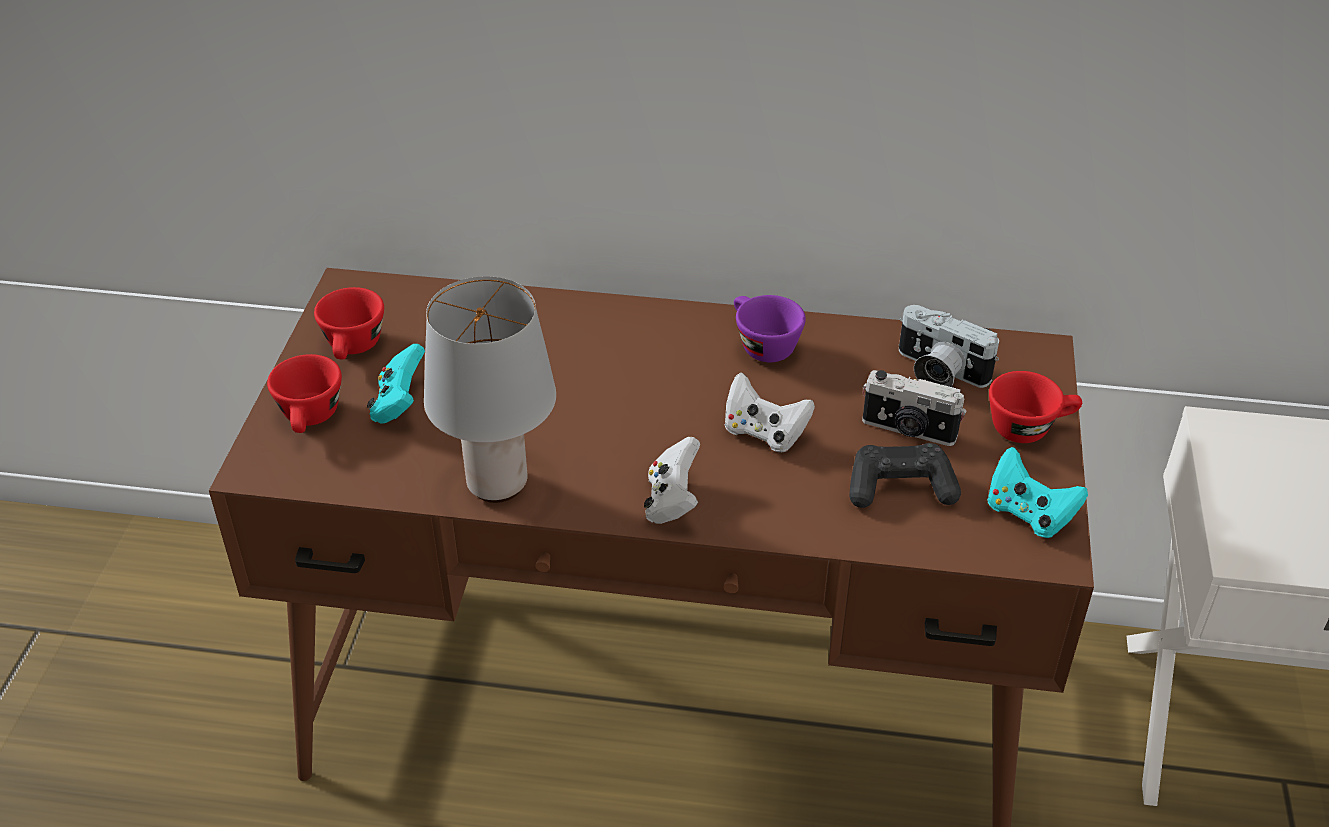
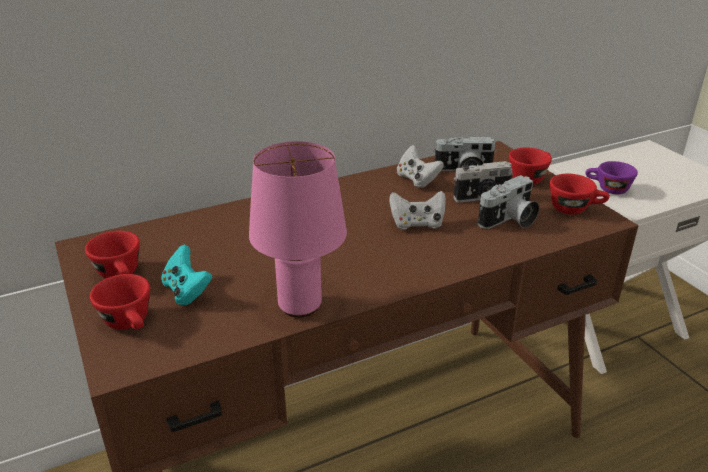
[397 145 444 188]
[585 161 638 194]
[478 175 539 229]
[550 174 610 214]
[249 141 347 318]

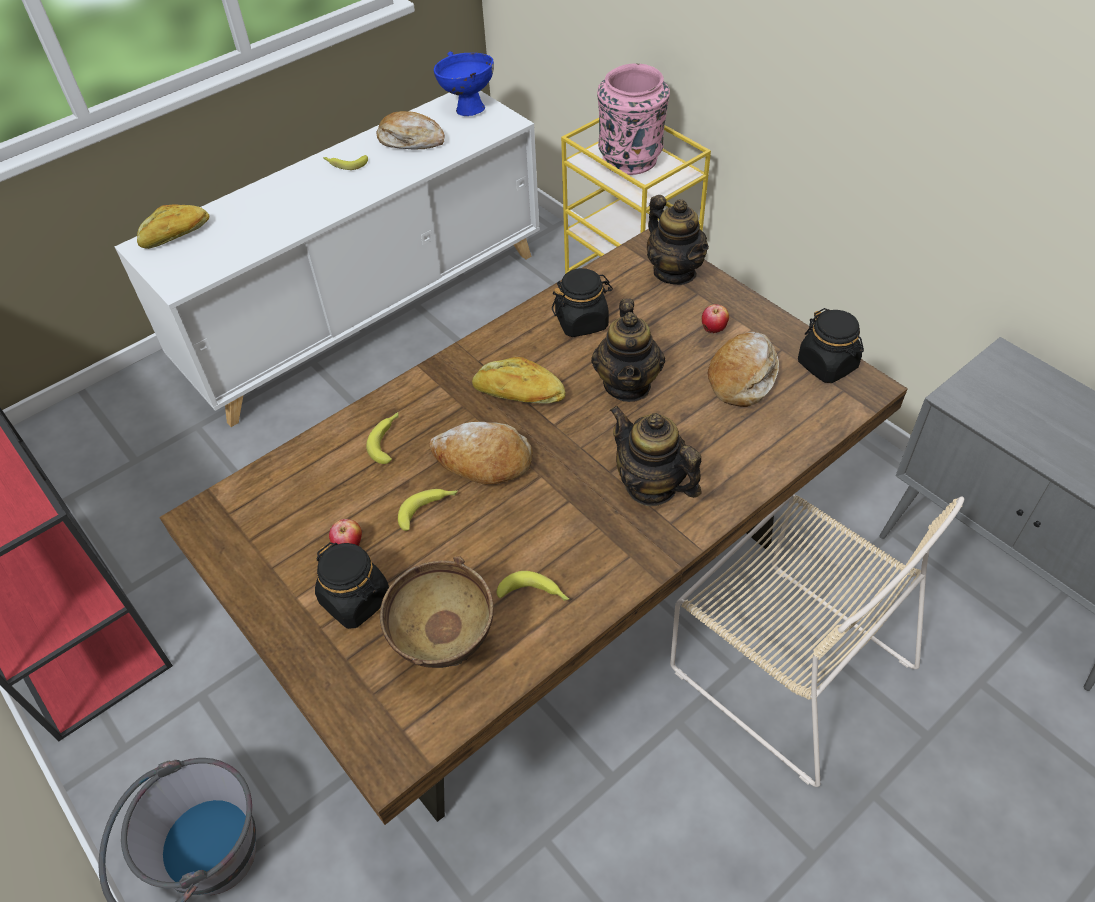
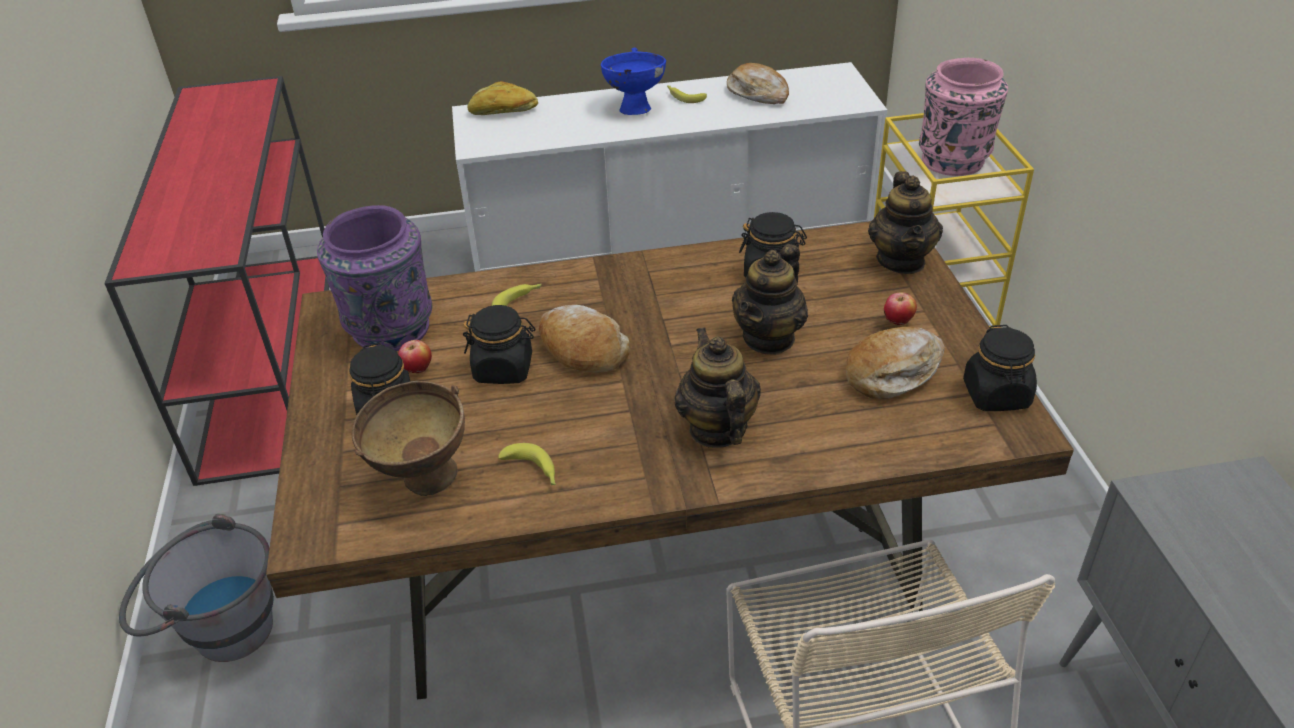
[472 357 565 404] (first image)
[317 205 432 351]
[601 47 666 115]
[463 305 535 384]

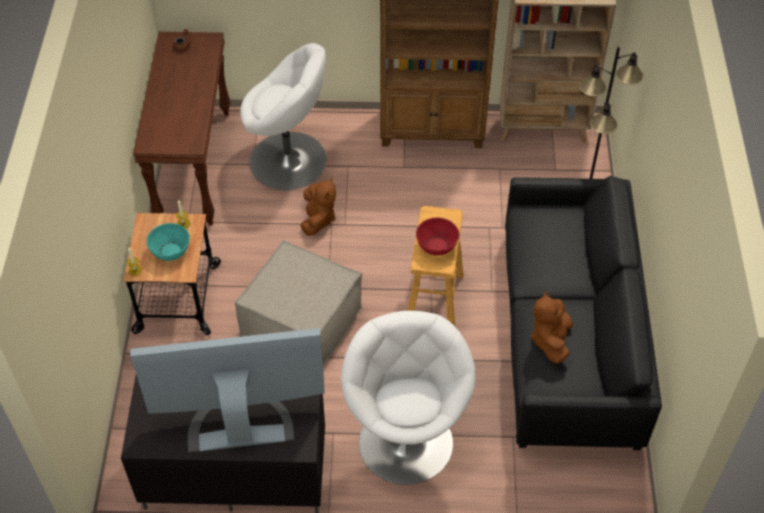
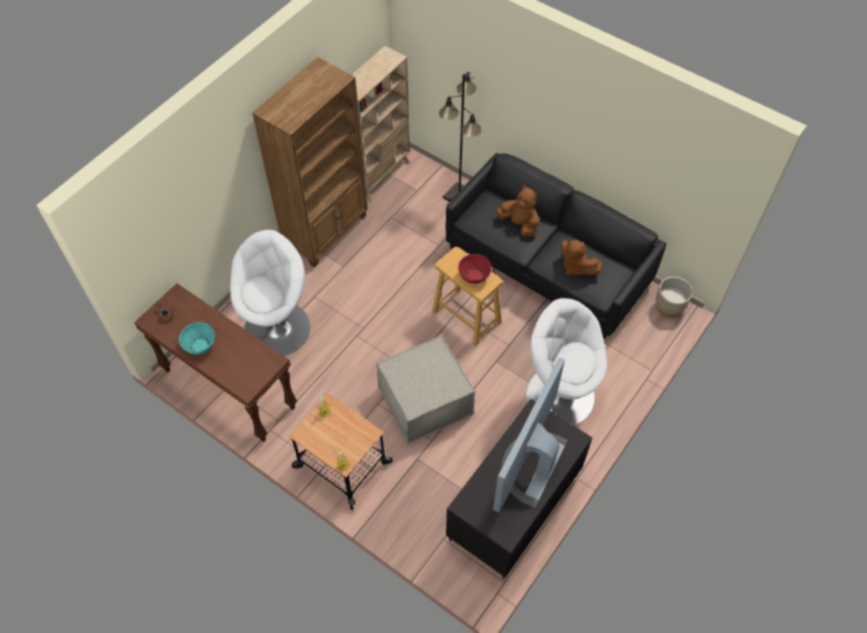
[656 277 692 318]
[179 322 215 355]
[496 184 540 237]

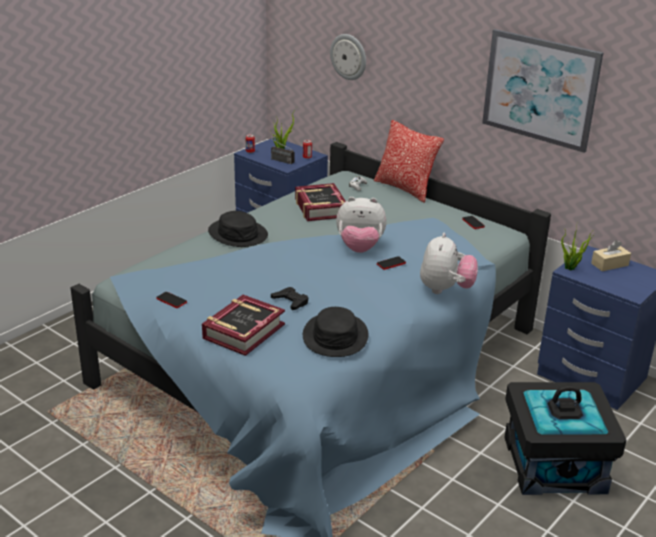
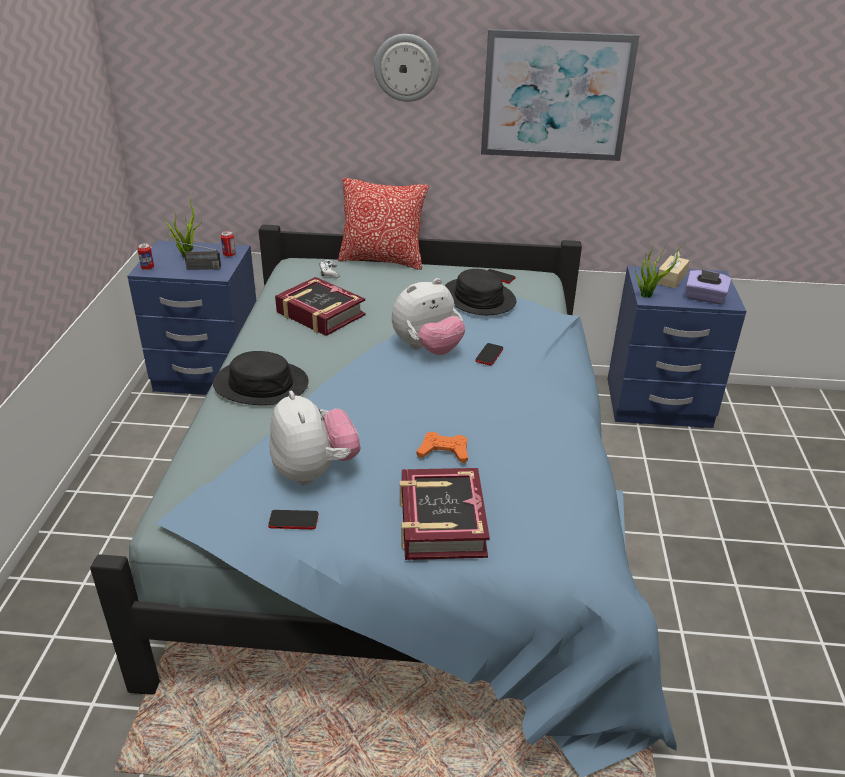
[504 382 626 495] (first image)
[686 270 731 304]
[445 269 516 315]
[374 34 439 102]
[270 391 361 485]
[417 432 468 463]

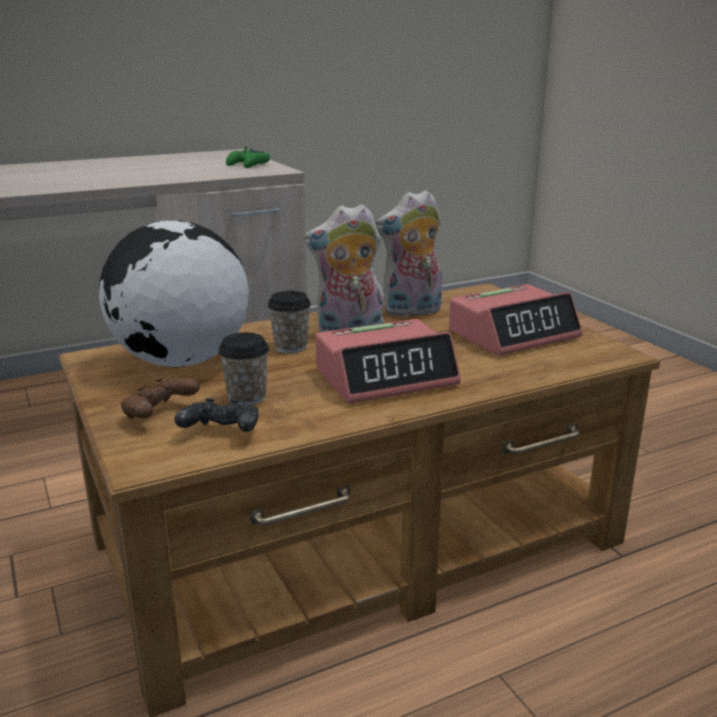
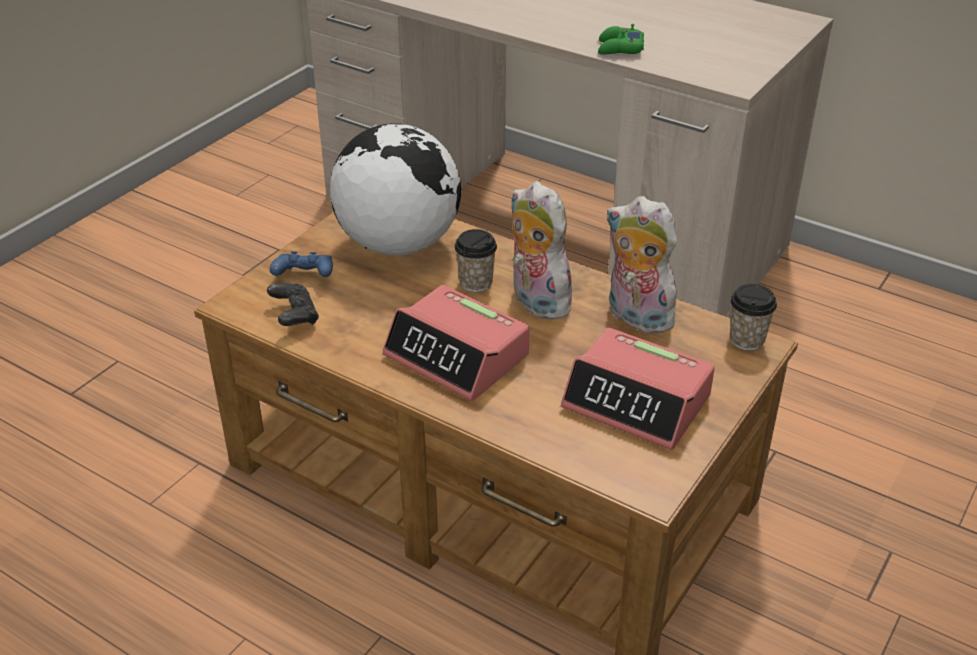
[730 284 777 351]
[598 24 644 55]
[270 251 333 277]

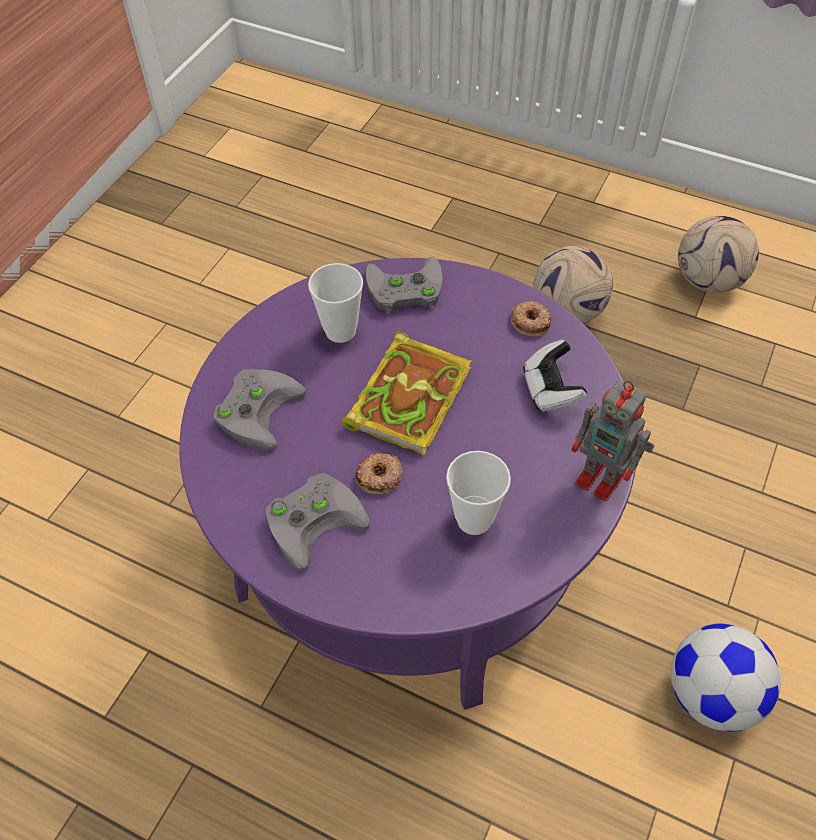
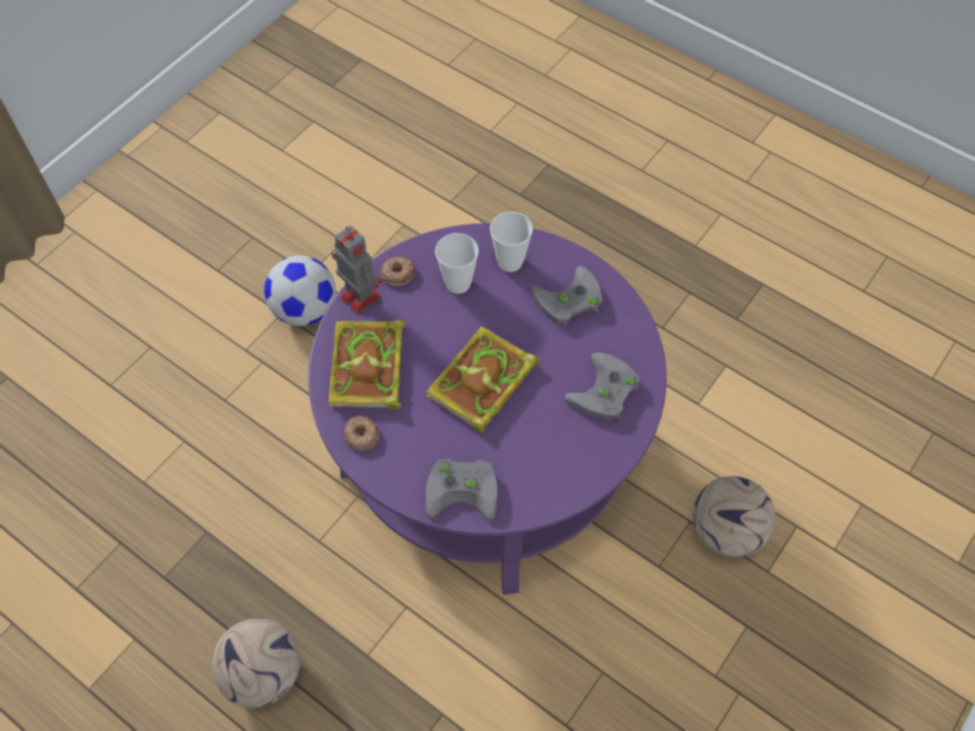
[490 211 533 272]
[381 256 415 286]
[693 476 775 557]
[328 320 406 409]

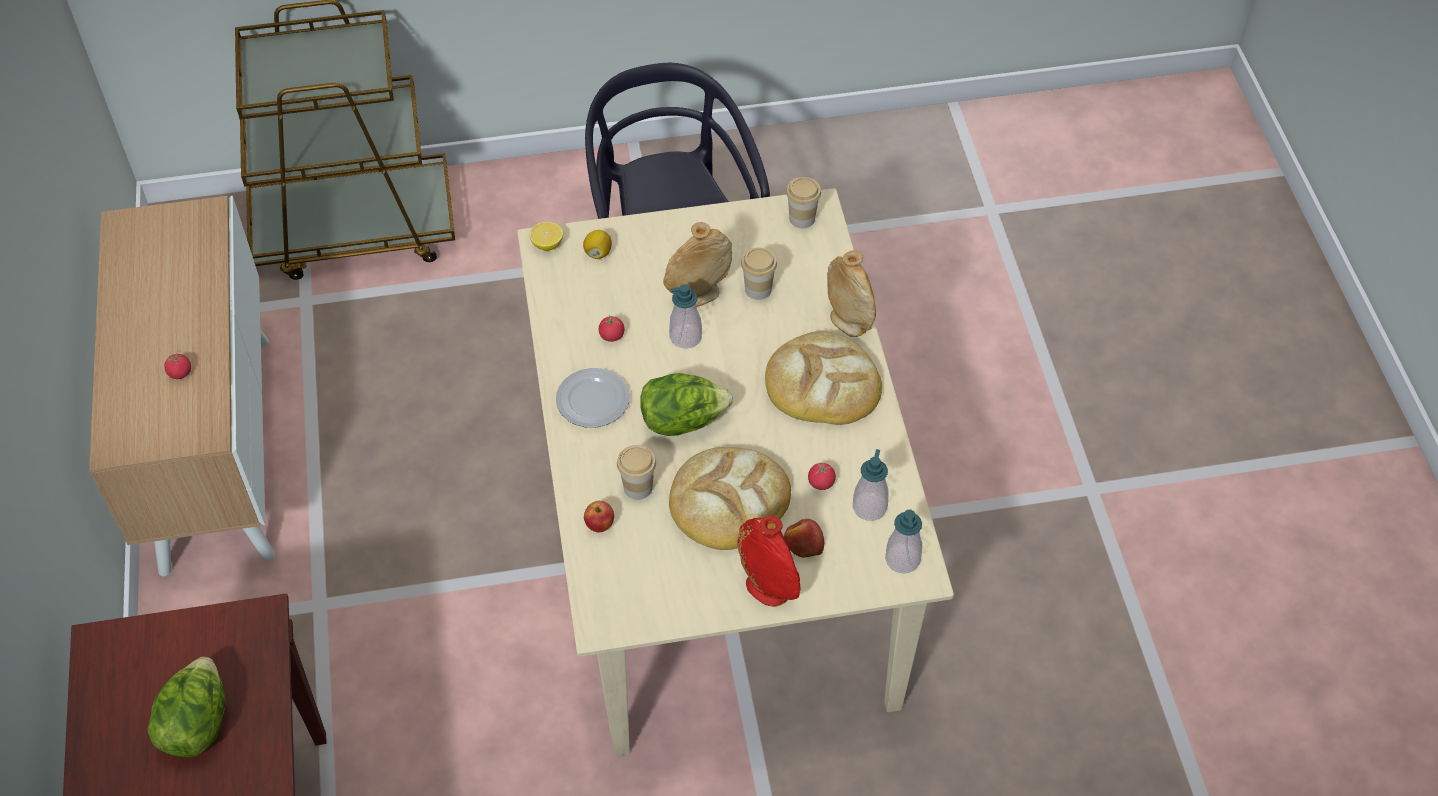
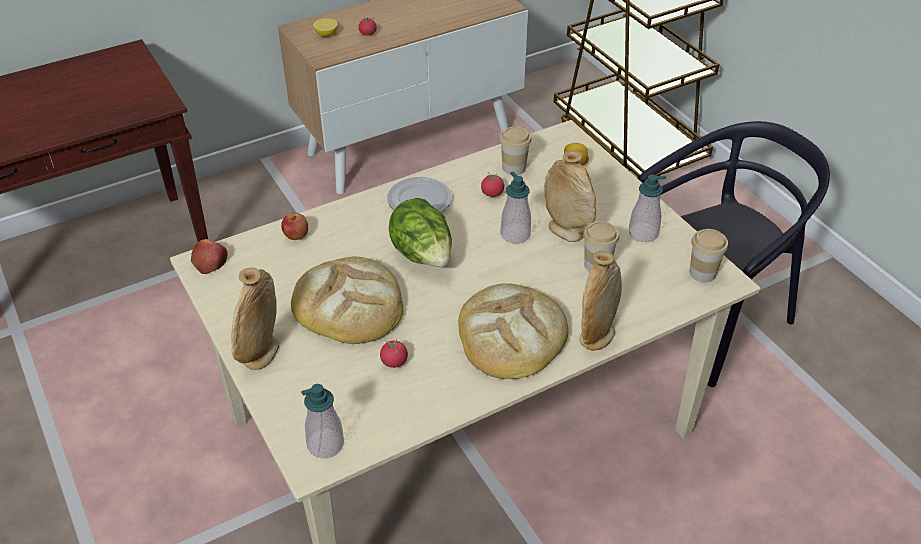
[147 657 225 757] (first image)
[313 18 338 37]
[499 126 531 175]
[191 239 228 274]
[629 174 666 242]
[231 267 280 370]

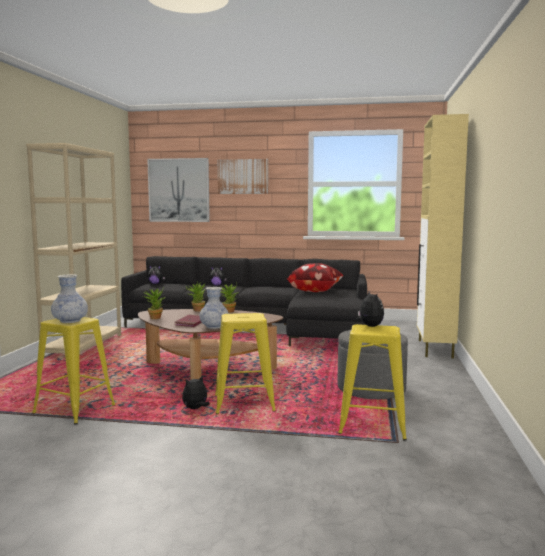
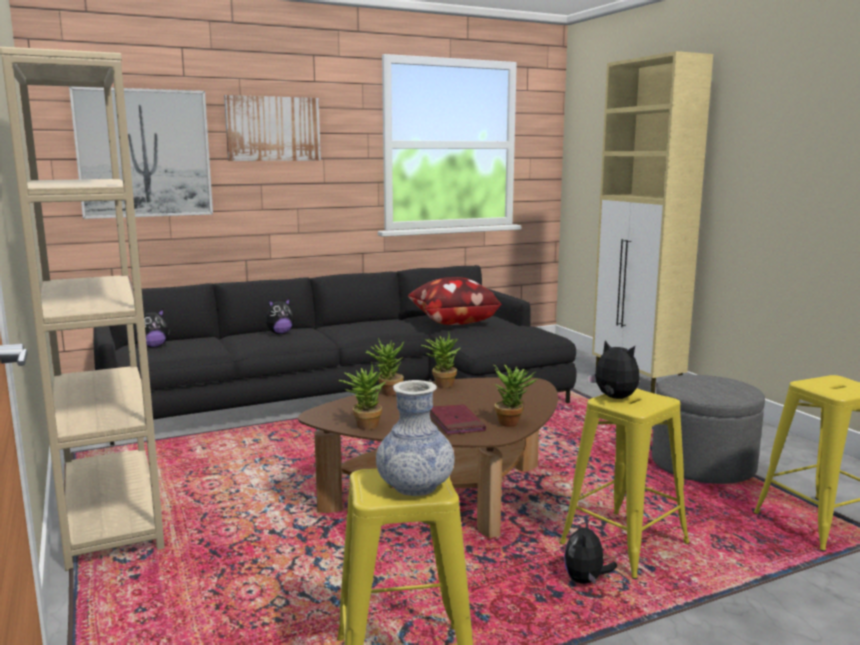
[587 340 640 399]
[494 365 538 427]

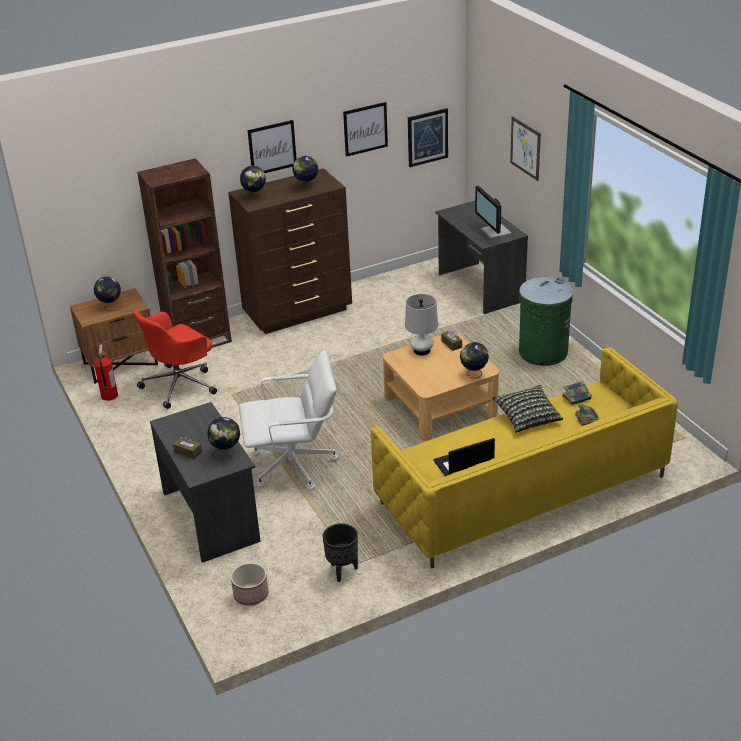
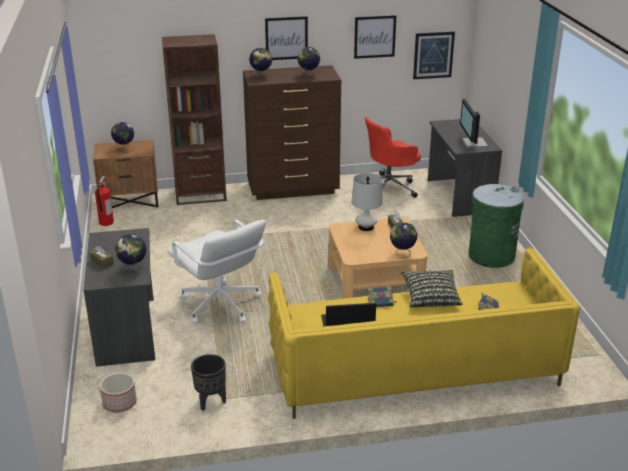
[510 116 541 181] (first image)
[365 117 421 198]
[368 286 397 307]
[167 220 266 324]

